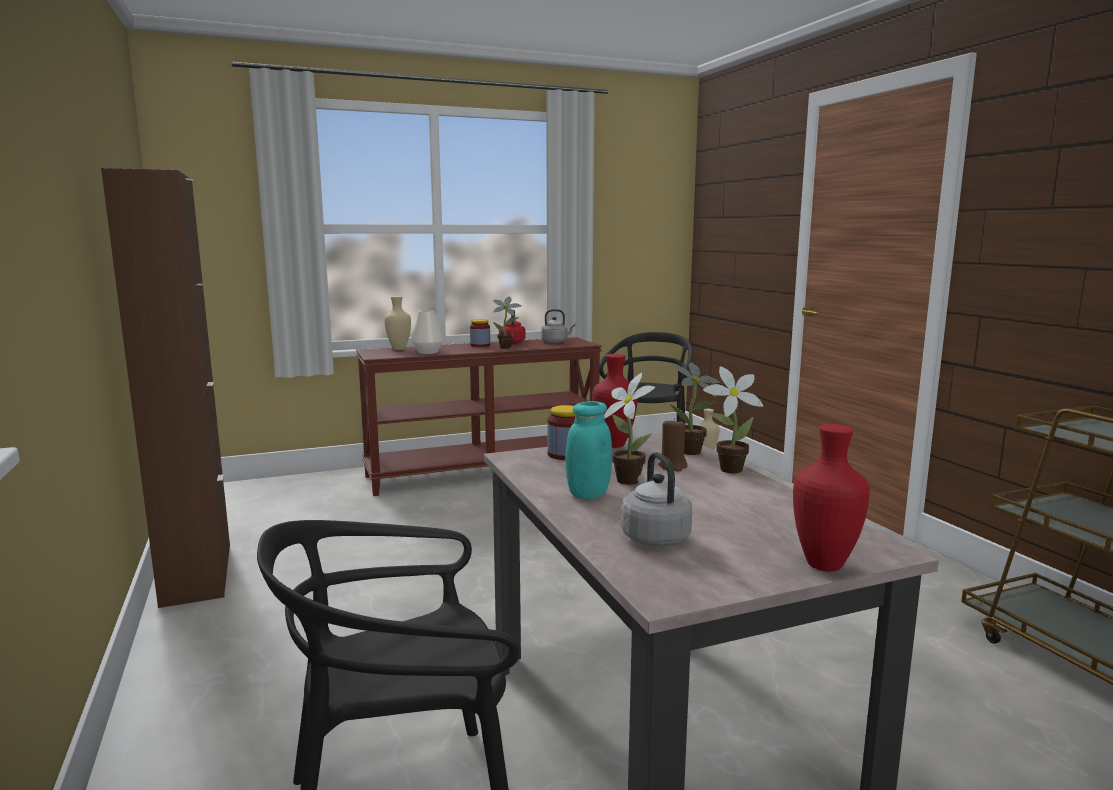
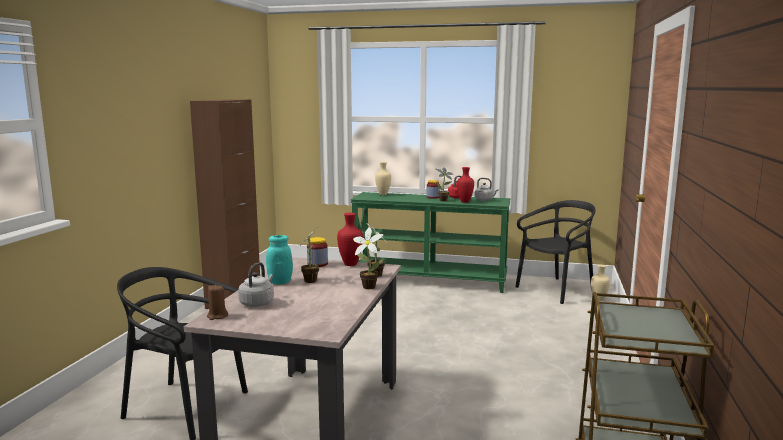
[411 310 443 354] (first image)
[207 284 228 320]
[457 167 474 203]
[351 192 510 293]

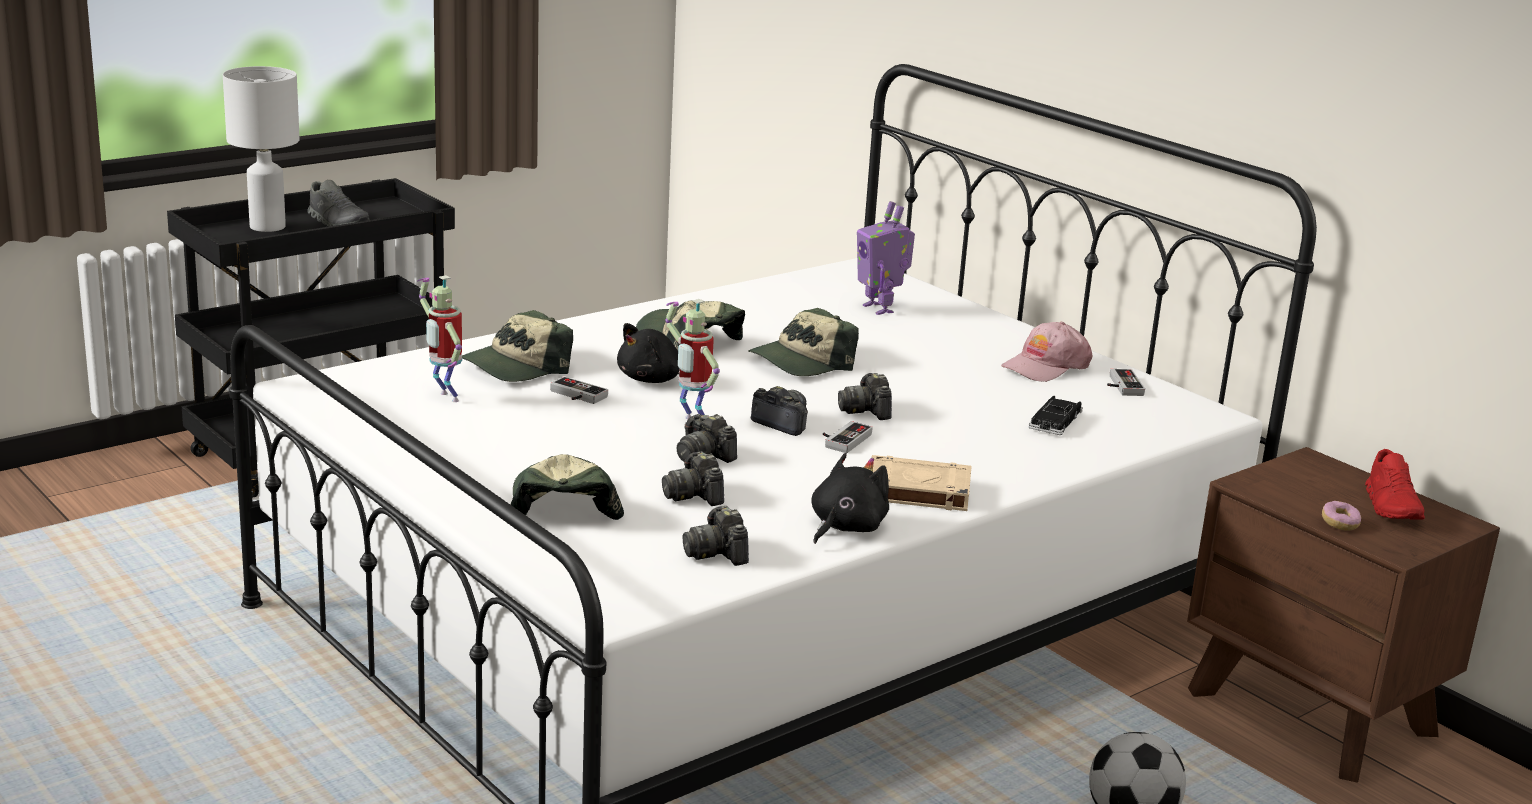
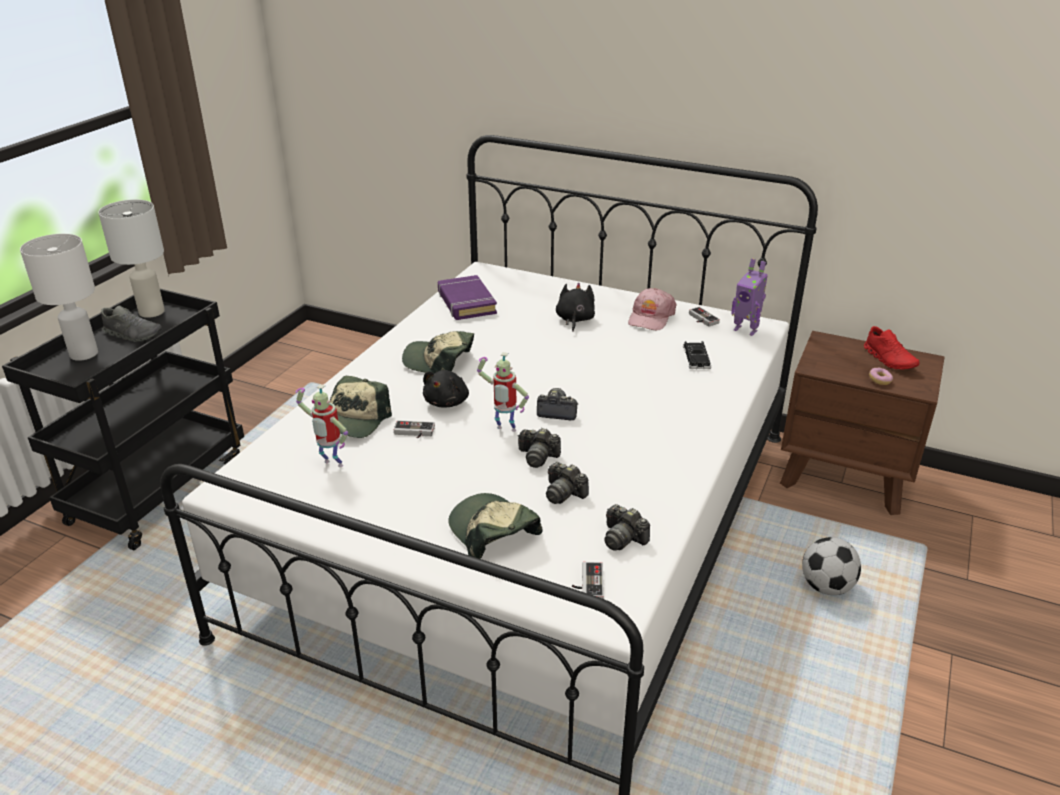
[748 308 859 376] (first image)
[838 373 892 420] (first image)
[871 455 972 511] (first image)
[98 199 165 318]
[438 275 497 320]
[556 283 595 332]
[572 562 604 599]
[731 258 768 336]

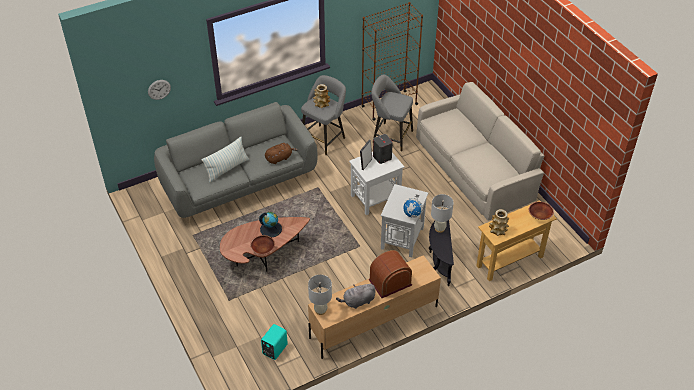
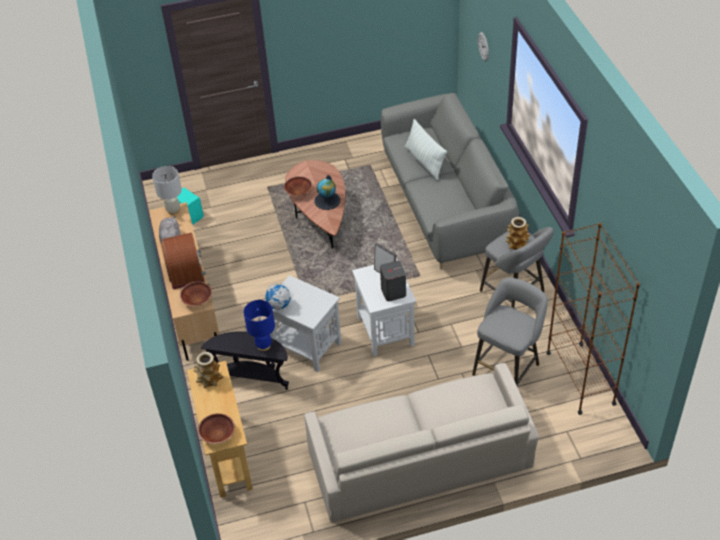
[265 143 298 164] (first image)
[180 282 212 306]
[244 300 275 351]

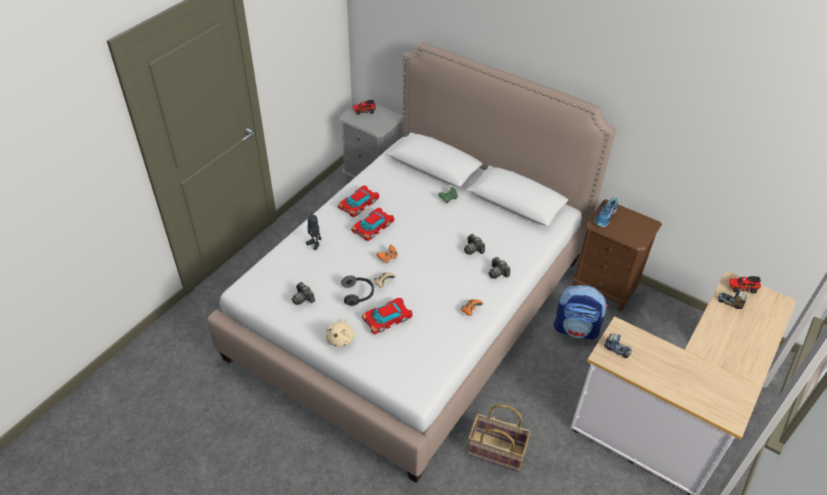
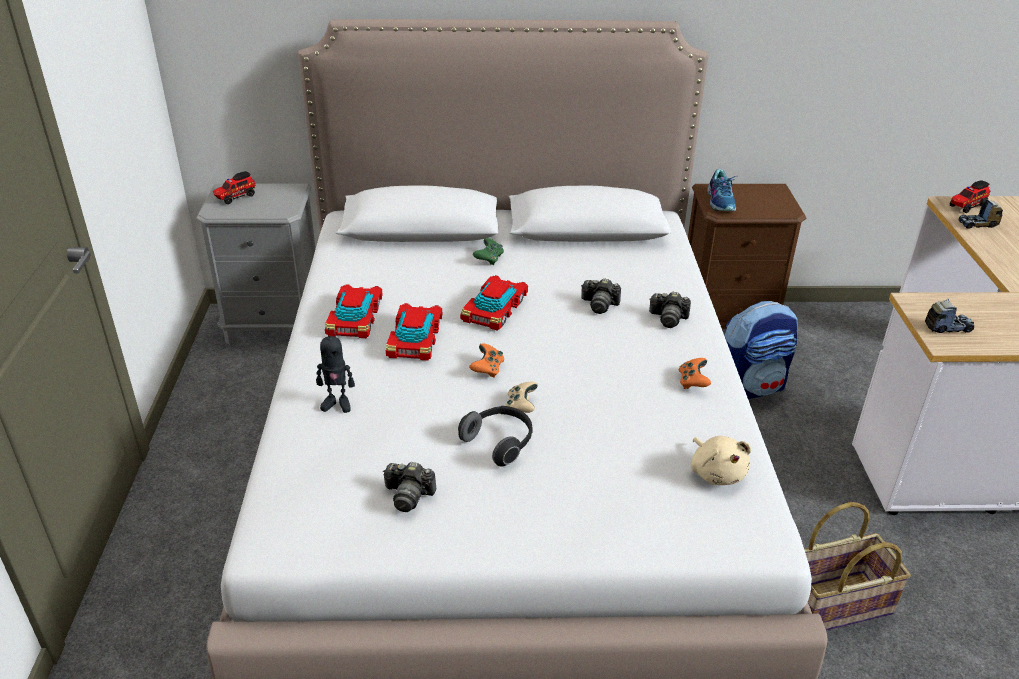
[691 436 751 485]
[460 275 528 331]

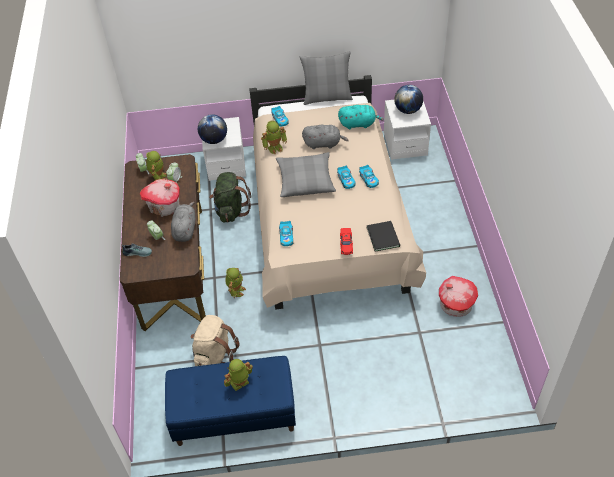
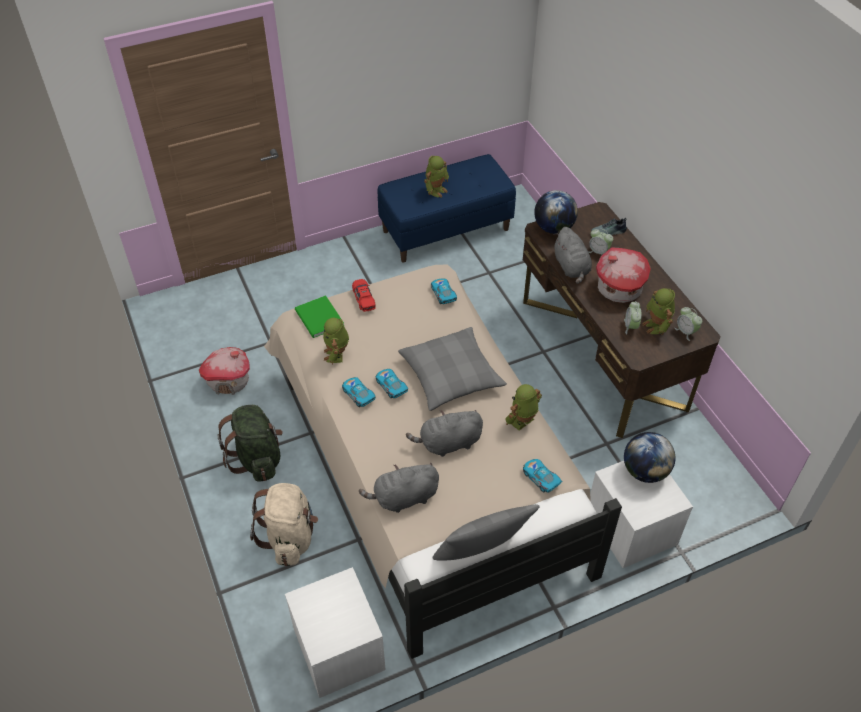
[250 483 318 566]
[217 405 283 482]
[323 318 349 365]
[534 190 578 234]
[359 463 439 513]
[295 295 344 338]

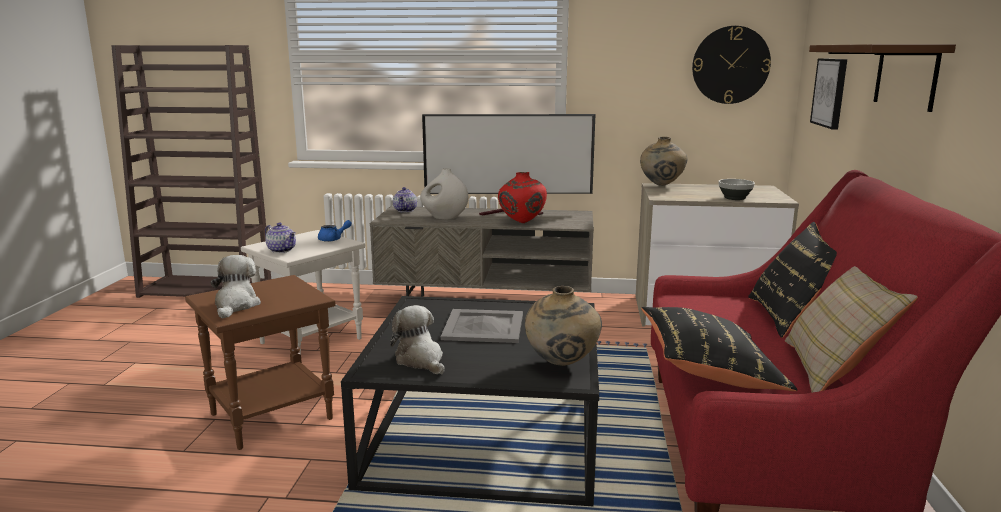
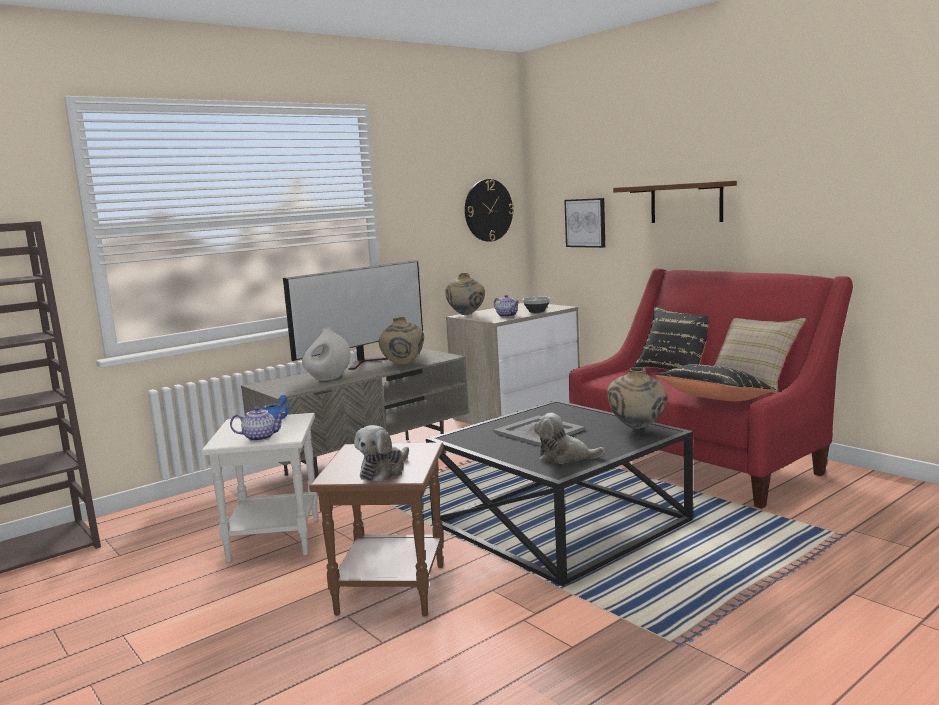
[494 295 520 317]
[379 317 424 366]
[354 425 409 482]

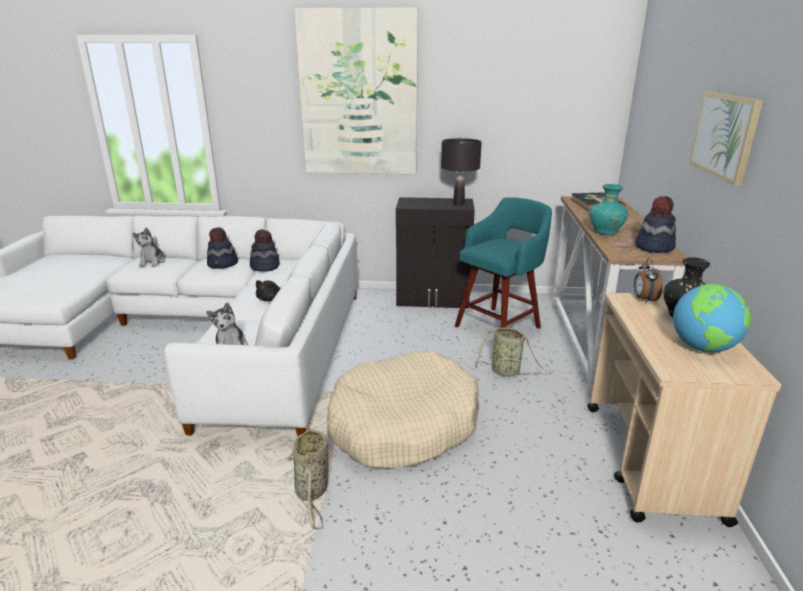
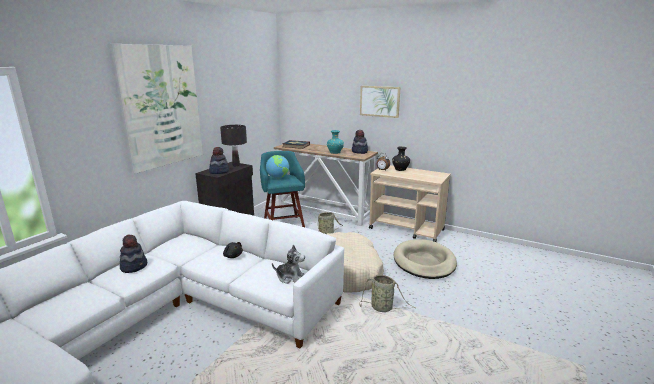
[132 227 165 267] (first image)
[394 239 457 279]
[209 147 229 174]
[266 155 289 179]

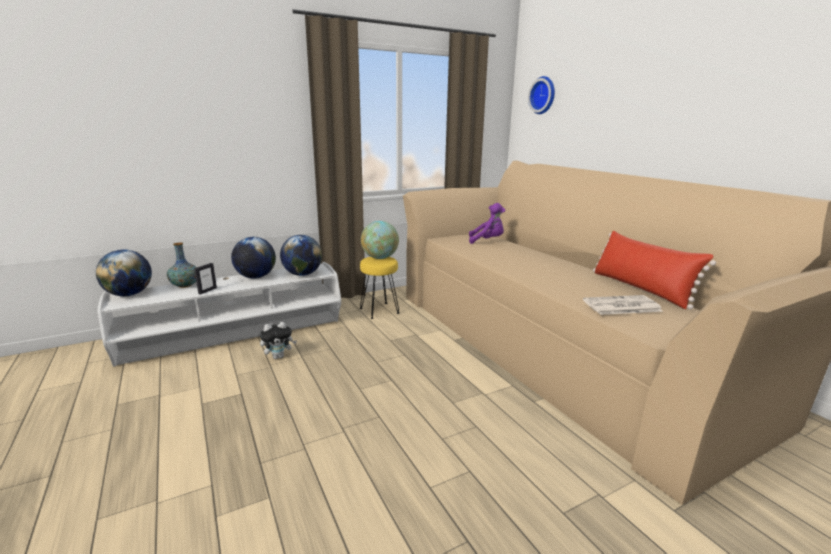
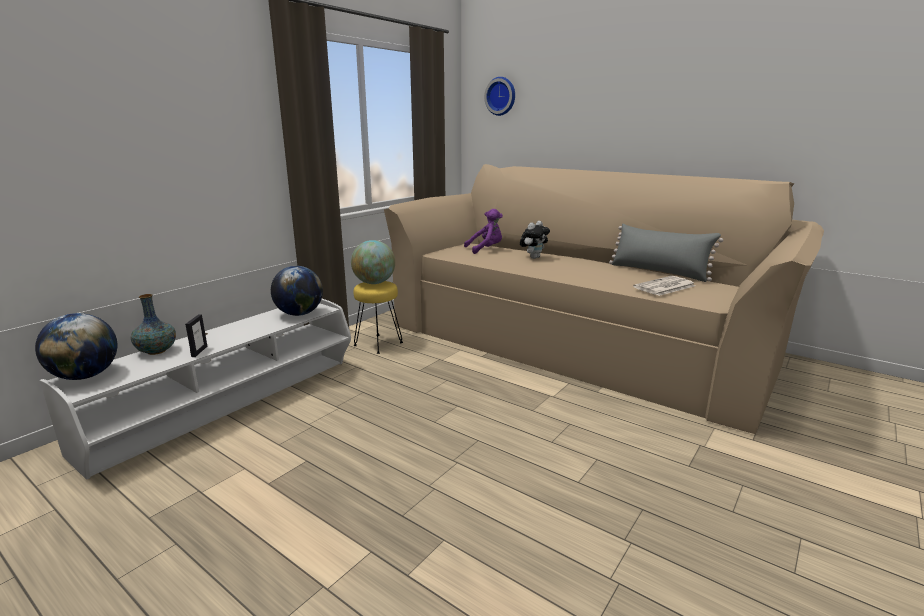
[231 237 276 278] (first image)
[520 221 550 259]
[609 224 723 282]

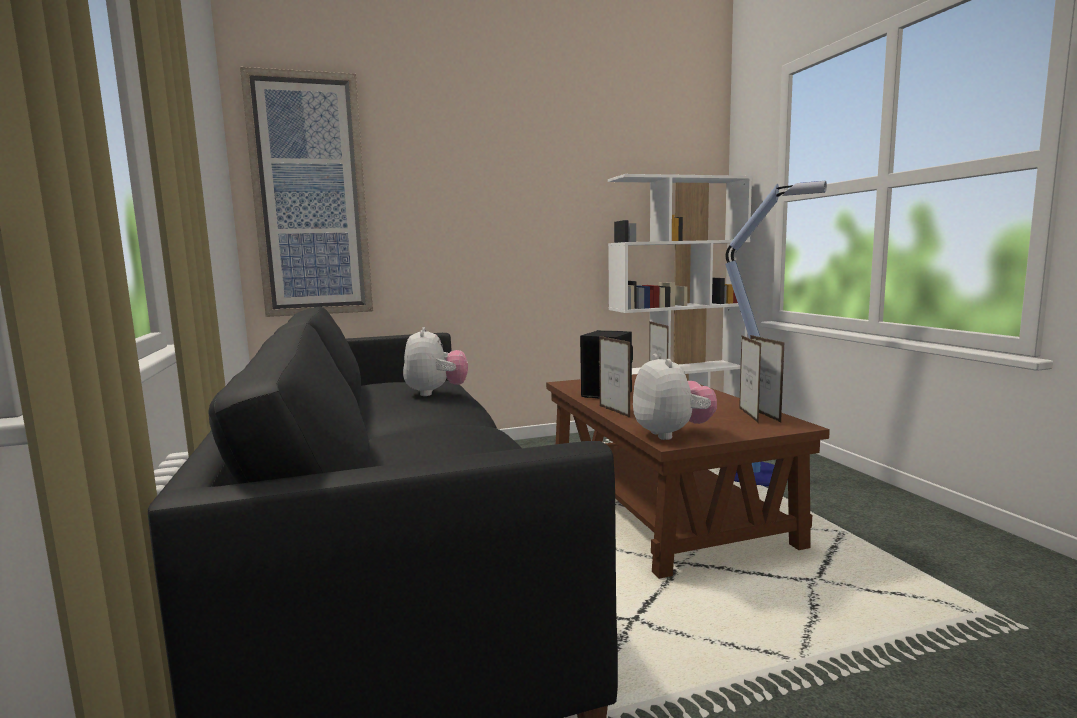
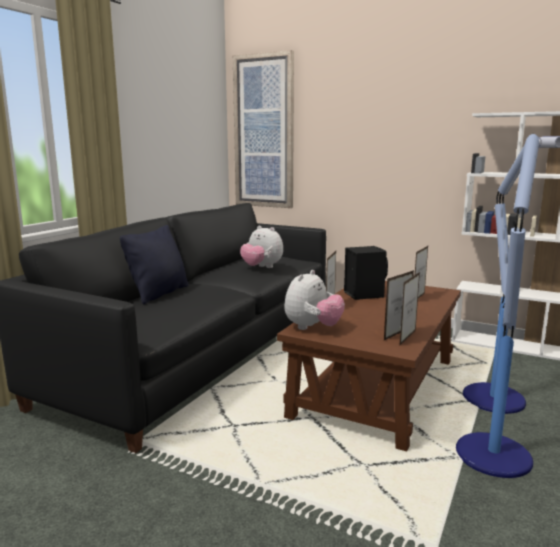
[120 225 189 304]
[456 134 542 478]
[240 226 283 268]

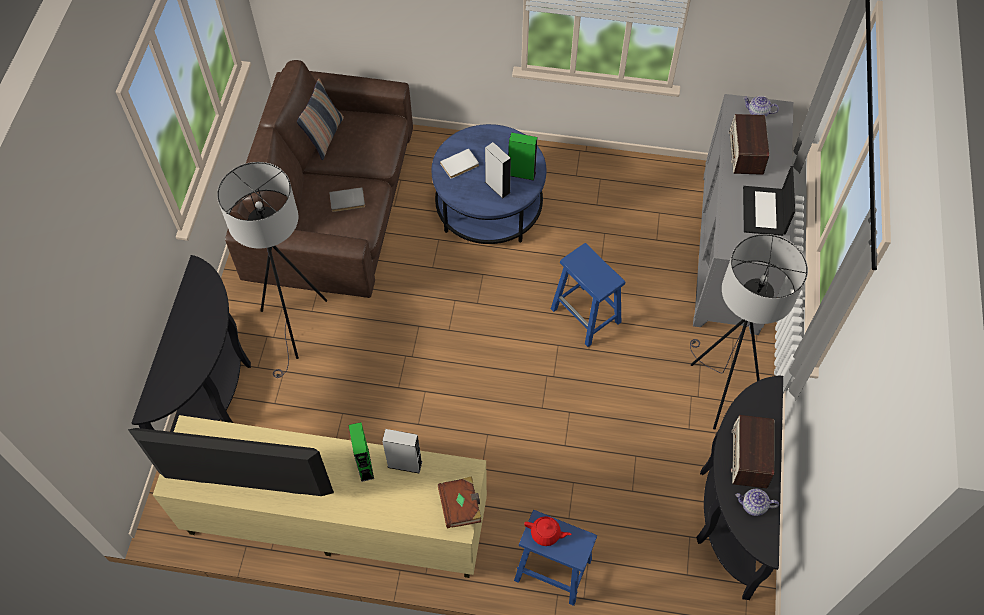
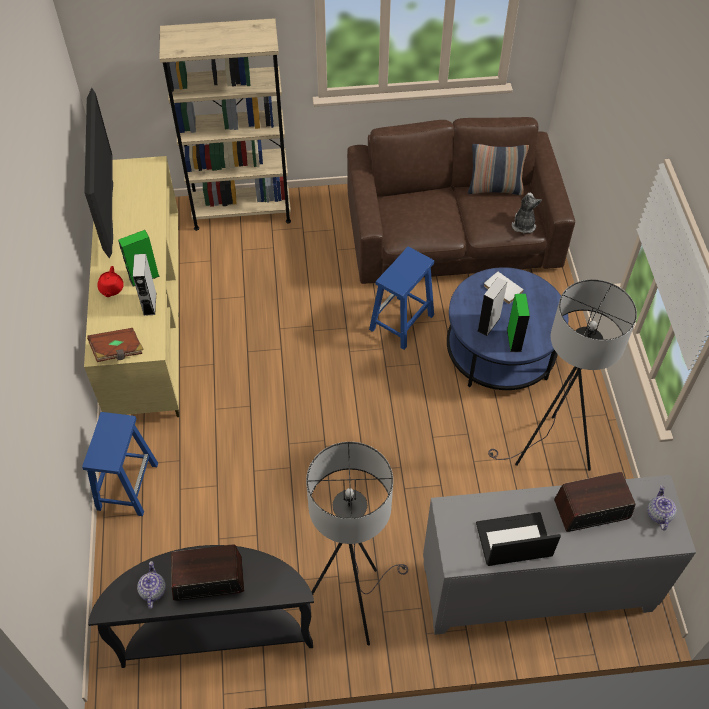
[329 187 365 212] (first image)
[512 193 542 233]
[488 279 637 471]
[97 266 124 297]
[369 247 434 350]
[159 18 291 231]

